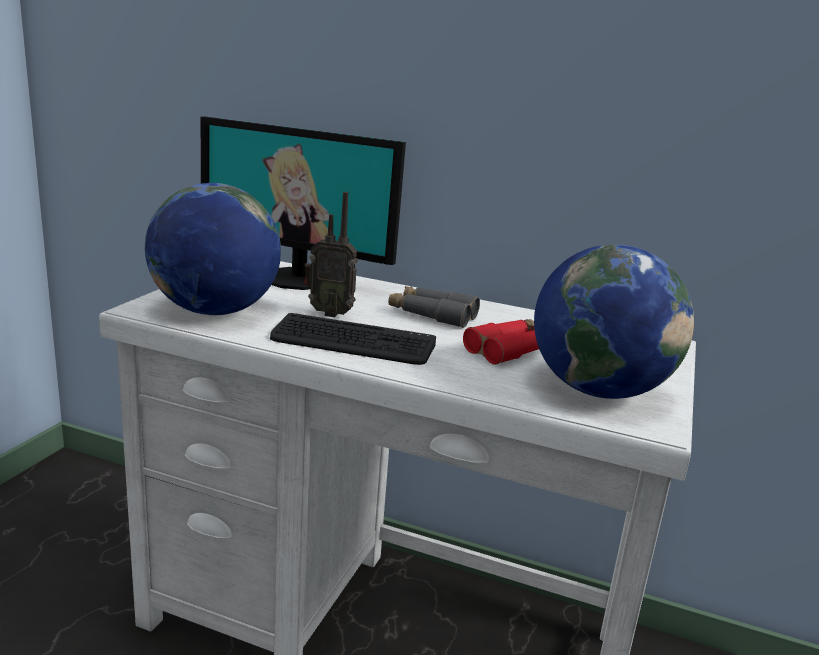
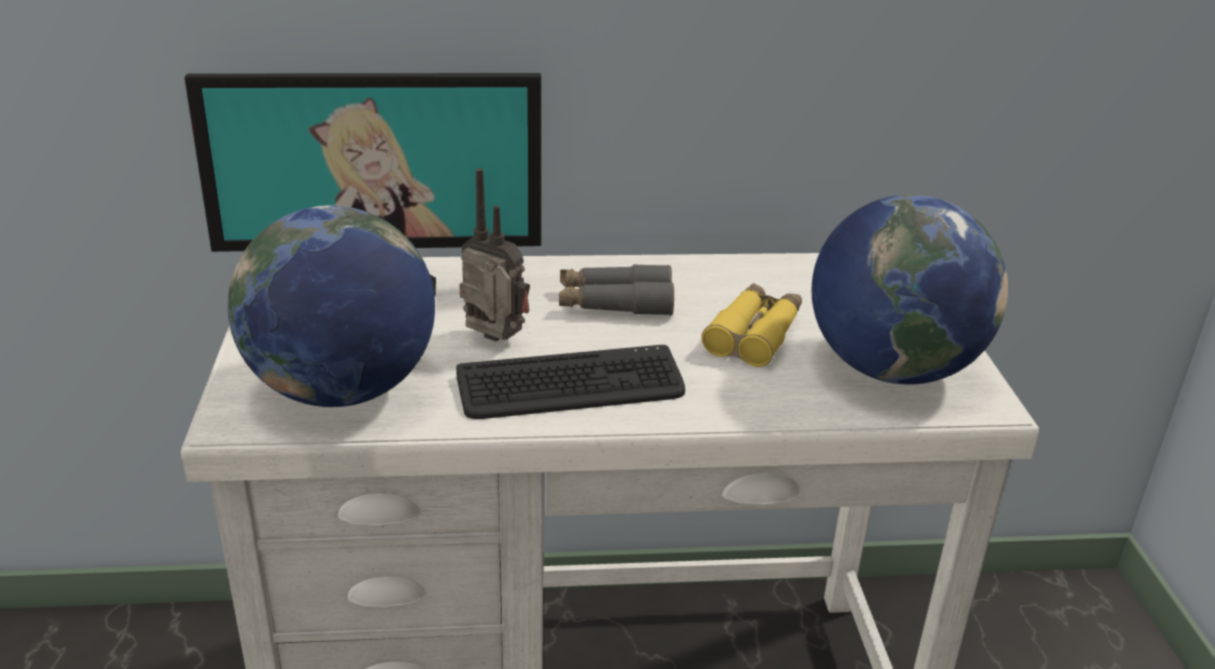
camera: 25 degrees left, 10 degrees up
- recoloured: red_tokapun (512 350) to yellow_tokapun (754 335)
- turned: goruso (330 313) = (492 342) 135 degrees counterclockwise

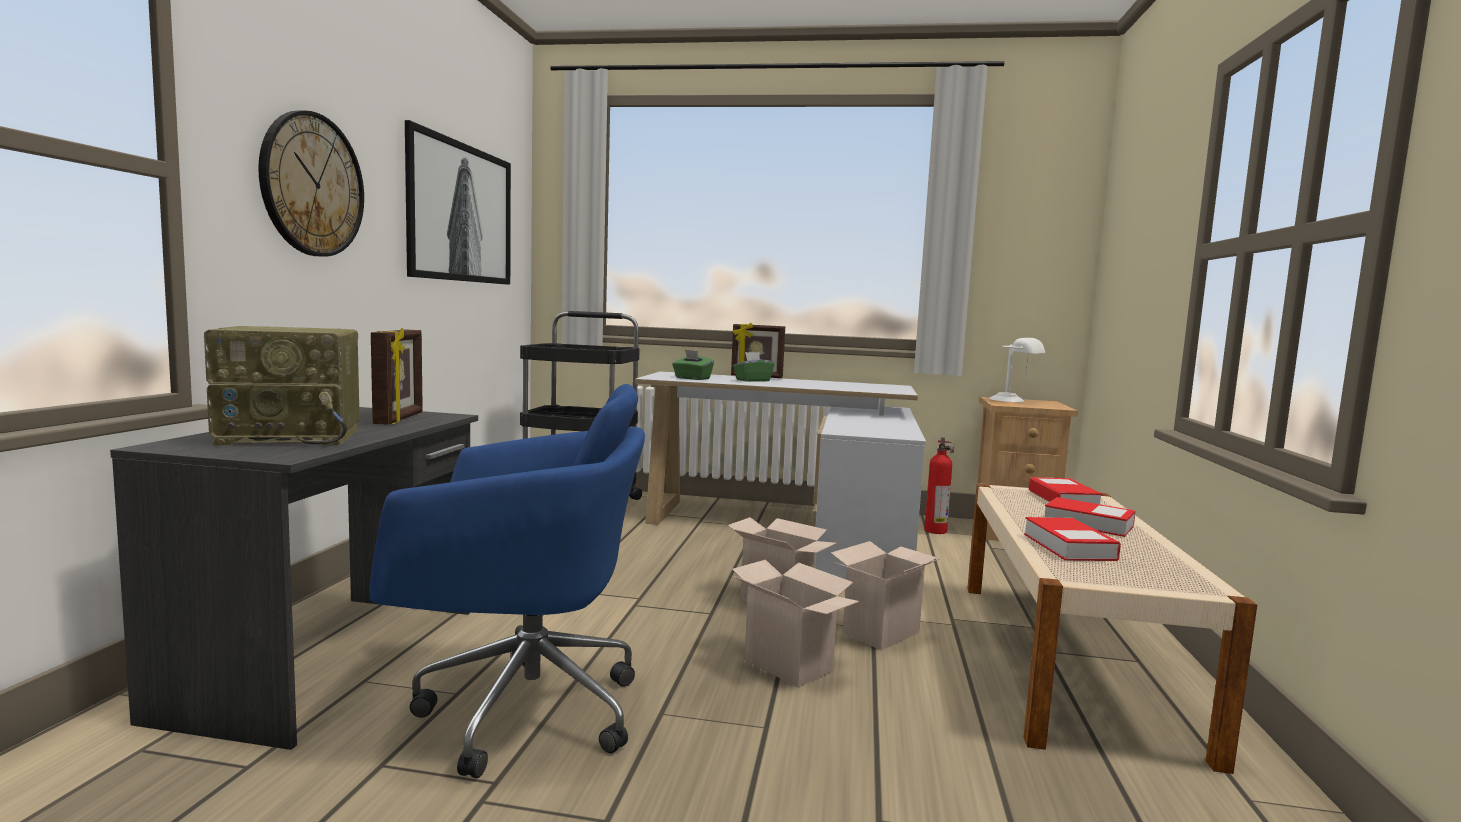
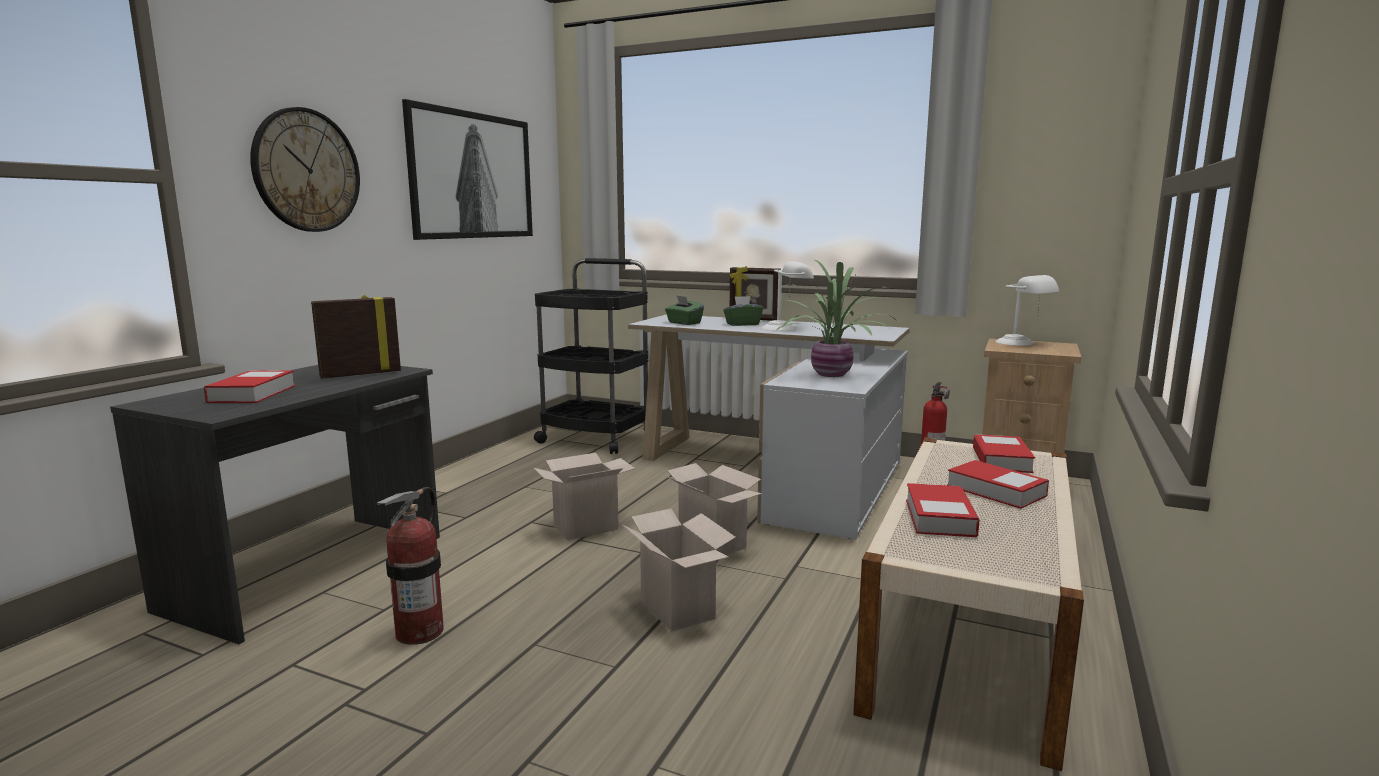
camera: 15 degrees right, 5 degrees up
- added: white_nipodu (785 328)
- added: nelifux (831 375)
- moved: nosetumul (880 632) to (587 527)
- replaced: goruso (294 437) to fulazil (252 394)
- replaced: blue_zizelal (519 713) to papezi (420 632)
- turned: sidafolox (400 419) = (360 374) 135 degrees counterclockwise

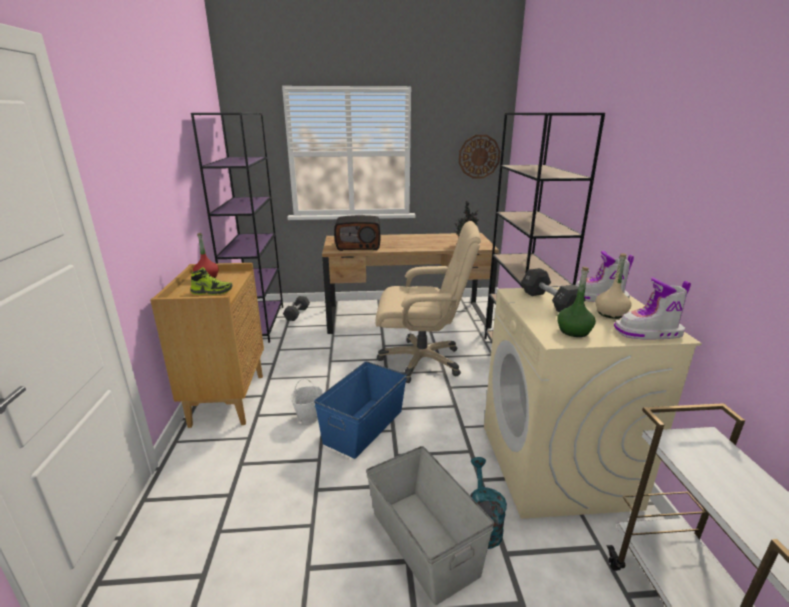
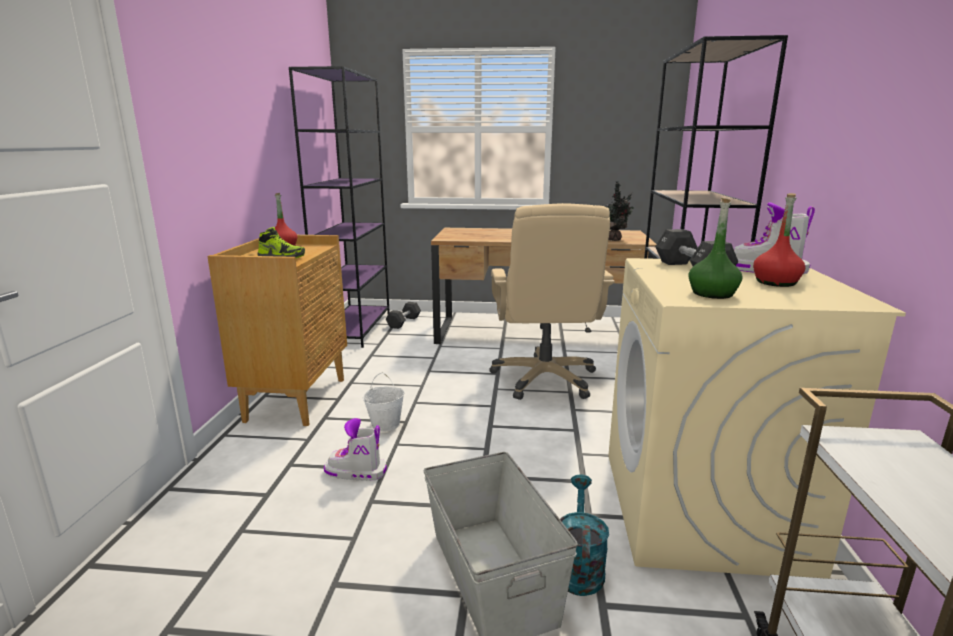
camera: 10 degrees right, 5 degrees down
- removed: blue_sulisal (363 426)
- removed: goruso (358 246)
- removed: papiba (479 156)
- moved: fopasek (648 333) to (355 472)
- recoloured: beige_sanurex (610 313) to red_sanurex (776 282)
- turned: beige_zizelal (422 361) = (545 379) 75 degrees clockwise

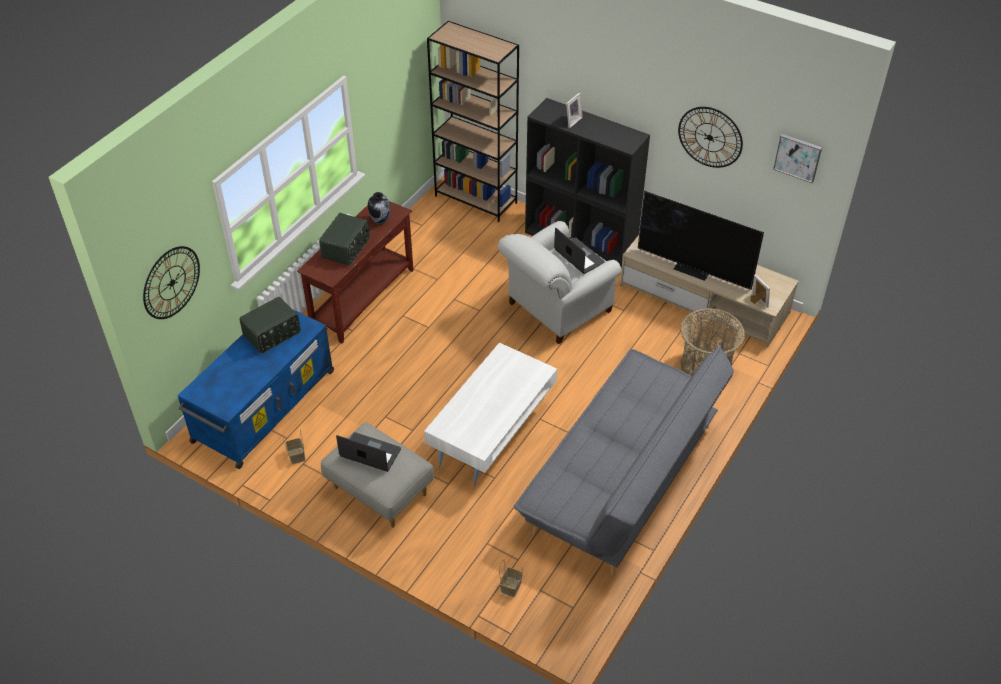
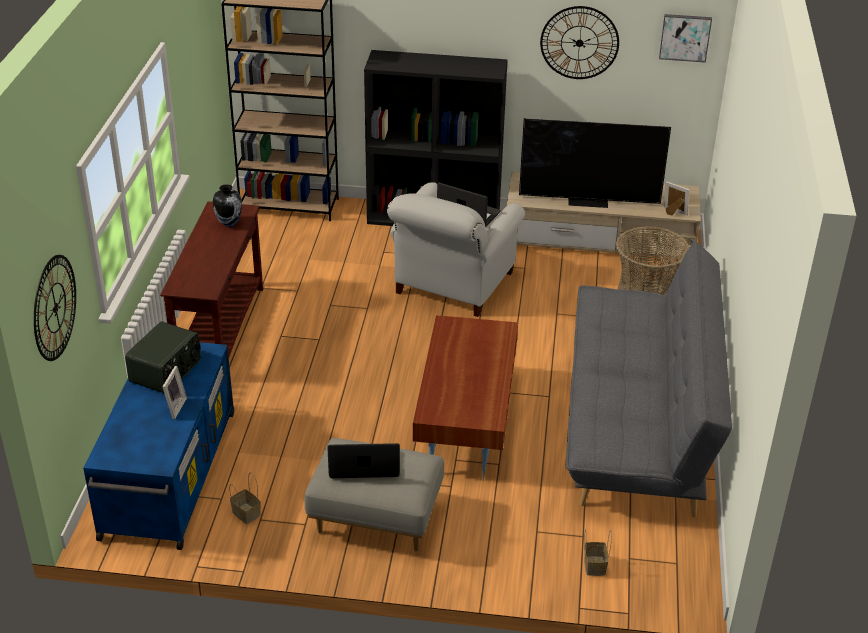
camera: 25 degrees left, 10 degrees down
- removed: goruso (346 248)
- moved: sidafolox (572 121) to (173 407)
- recoloured: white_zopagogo (492 434) to brown_zopagogo (466 422)

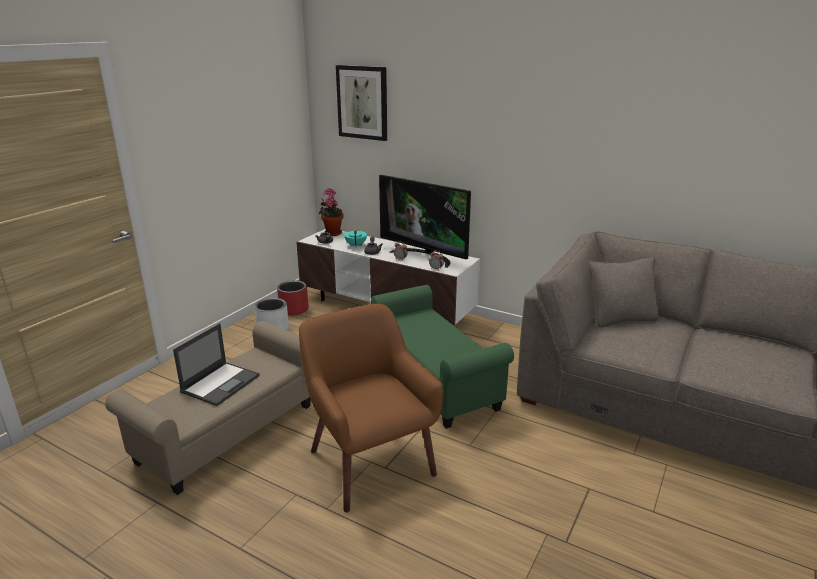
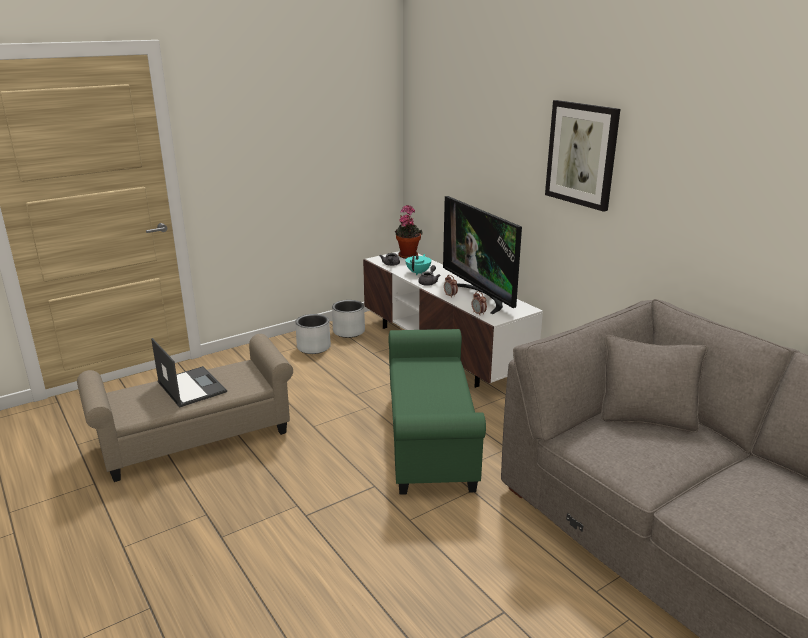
camera: 25 degrees right, 0 degrees up
- removed: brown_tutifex (369 462)
- moved: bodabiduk (362 102) to (582 154)
- recoloured: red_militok (294 309) to grey_militok (349 331)
- turned: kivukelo (221 383) = (191 387) 90 degrees counterclockwise

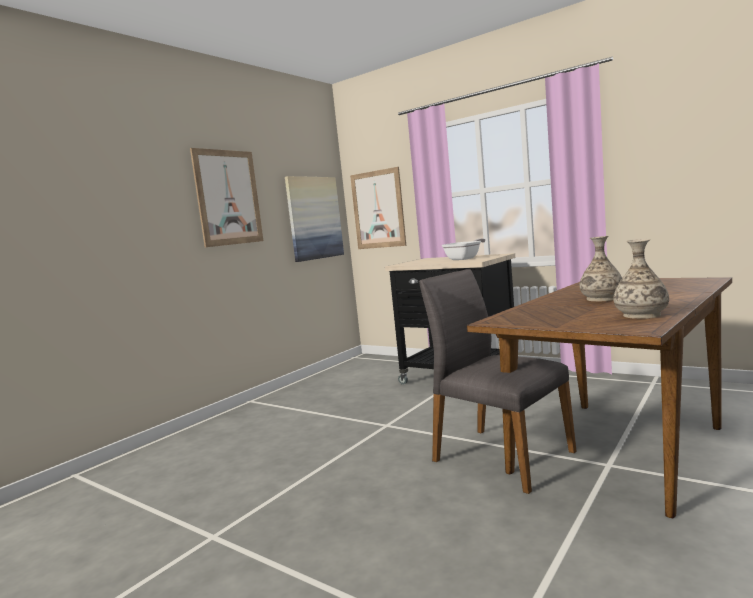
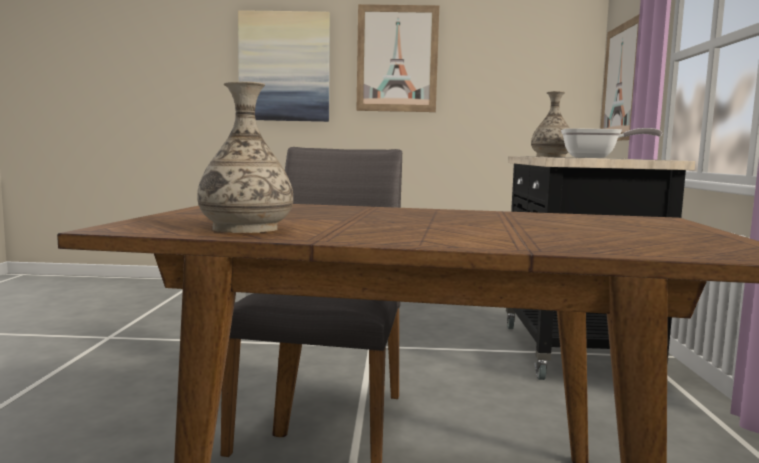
camera: 55 degrees right, 0 degrees up
- moved: bodabiduk (314 218) to (284 67)
- moved: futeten (601 299) to (551 156)

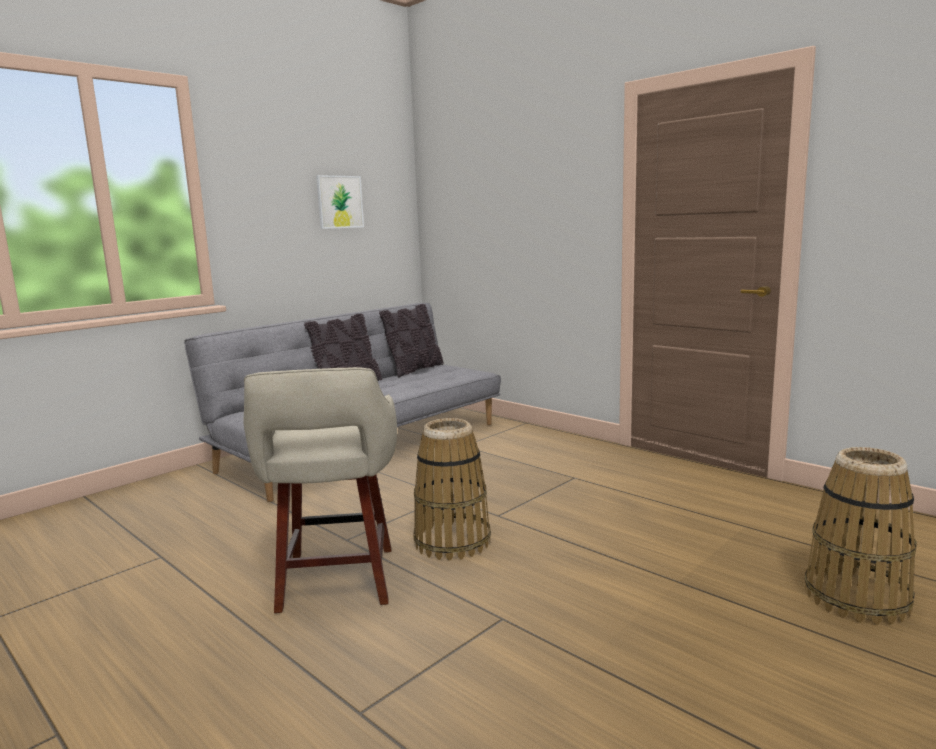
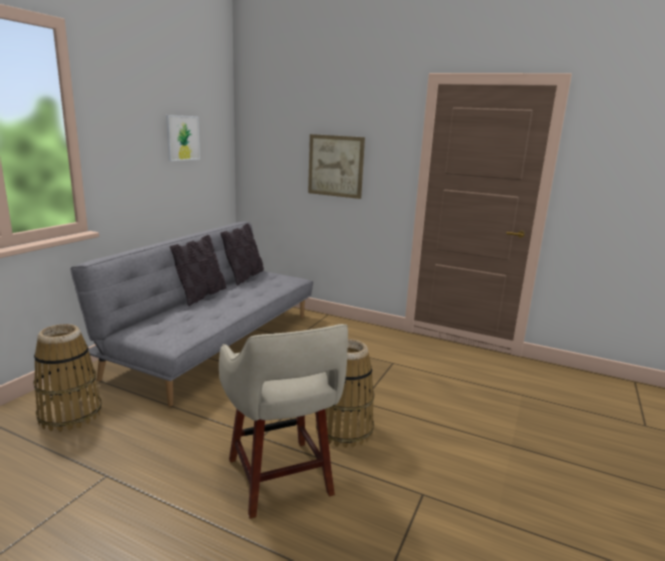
camera: 20 degrees left, 5 degrees up
- added: bodabiduk (335 166)
- moved: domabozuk (857 597) to (70 414)

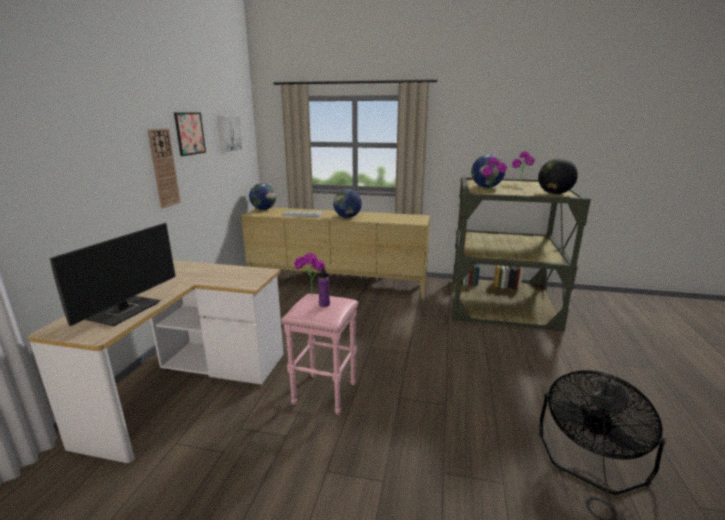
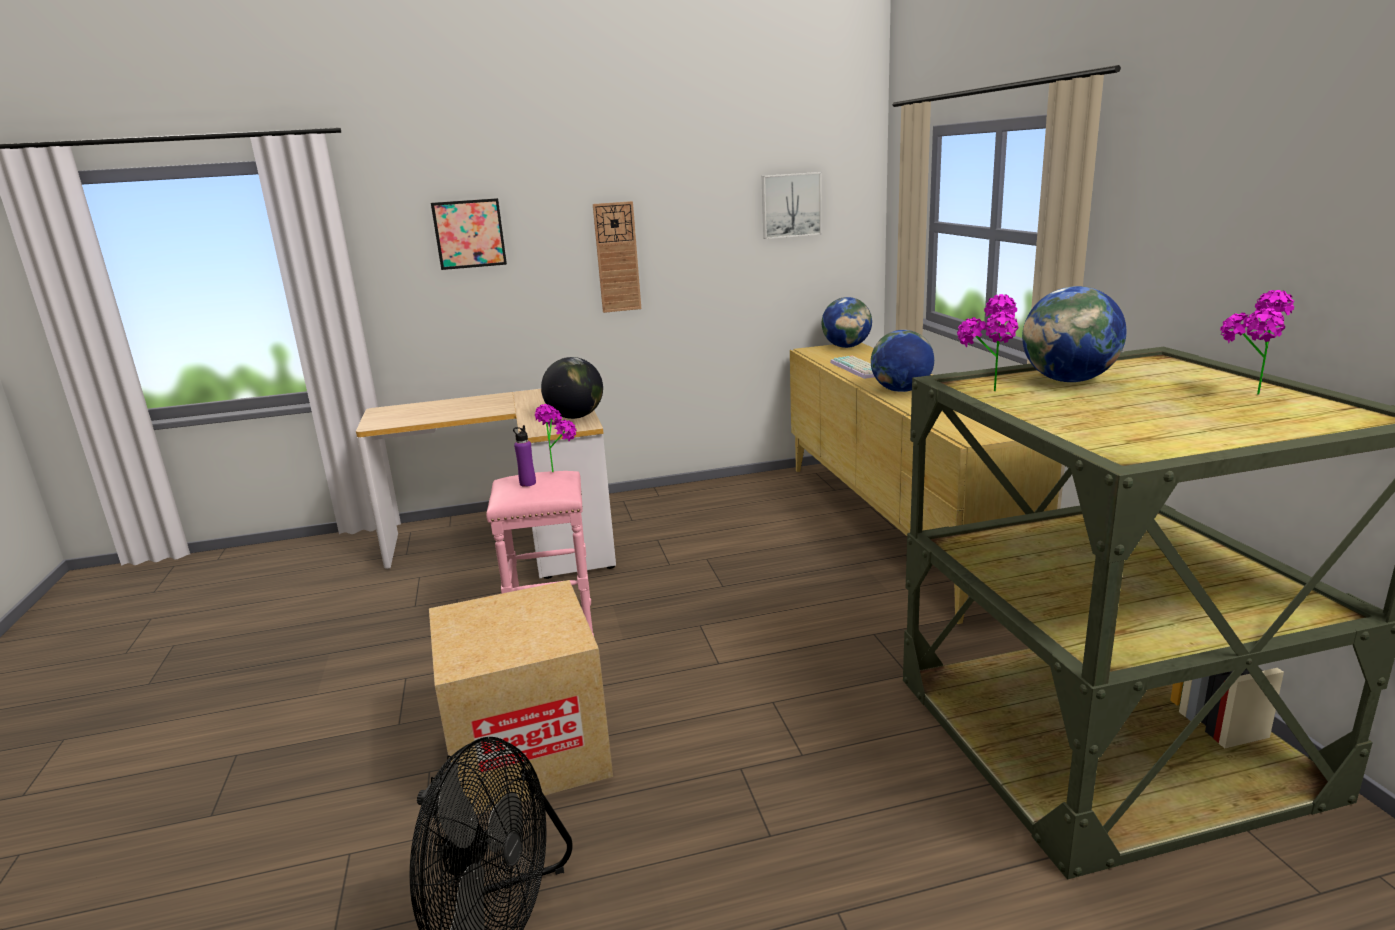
camera: 65 degrees right, 0 degrees up
- removed: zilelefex (126 310)
- added: nosetumul (528 750)
- moved: bodabiduk (190 133) to (469 234)
- moved: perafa (554 193) to (575 417)

